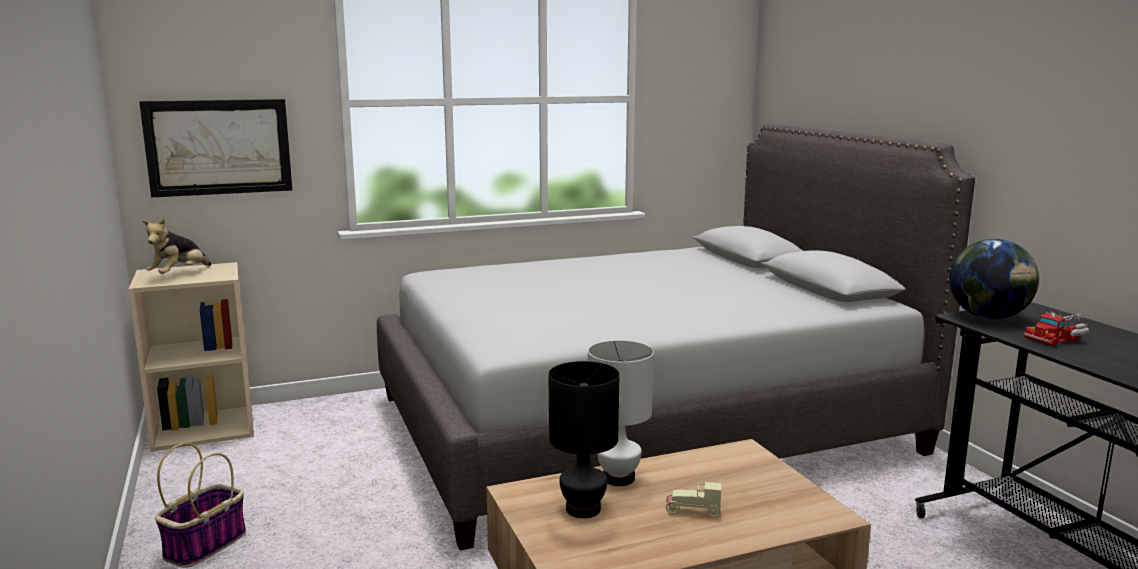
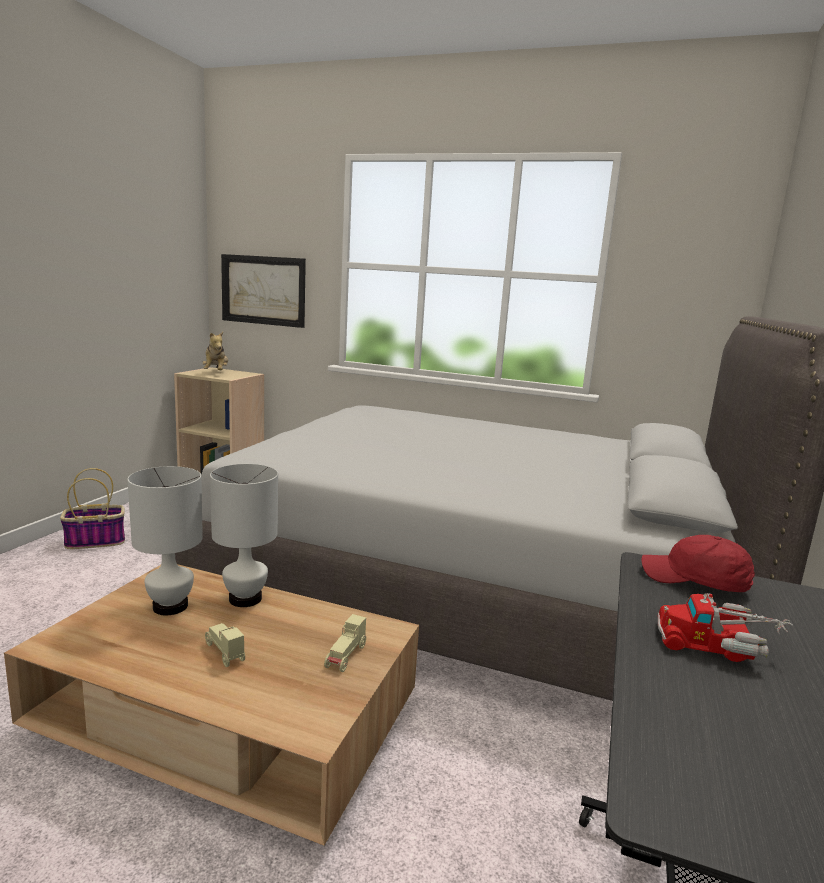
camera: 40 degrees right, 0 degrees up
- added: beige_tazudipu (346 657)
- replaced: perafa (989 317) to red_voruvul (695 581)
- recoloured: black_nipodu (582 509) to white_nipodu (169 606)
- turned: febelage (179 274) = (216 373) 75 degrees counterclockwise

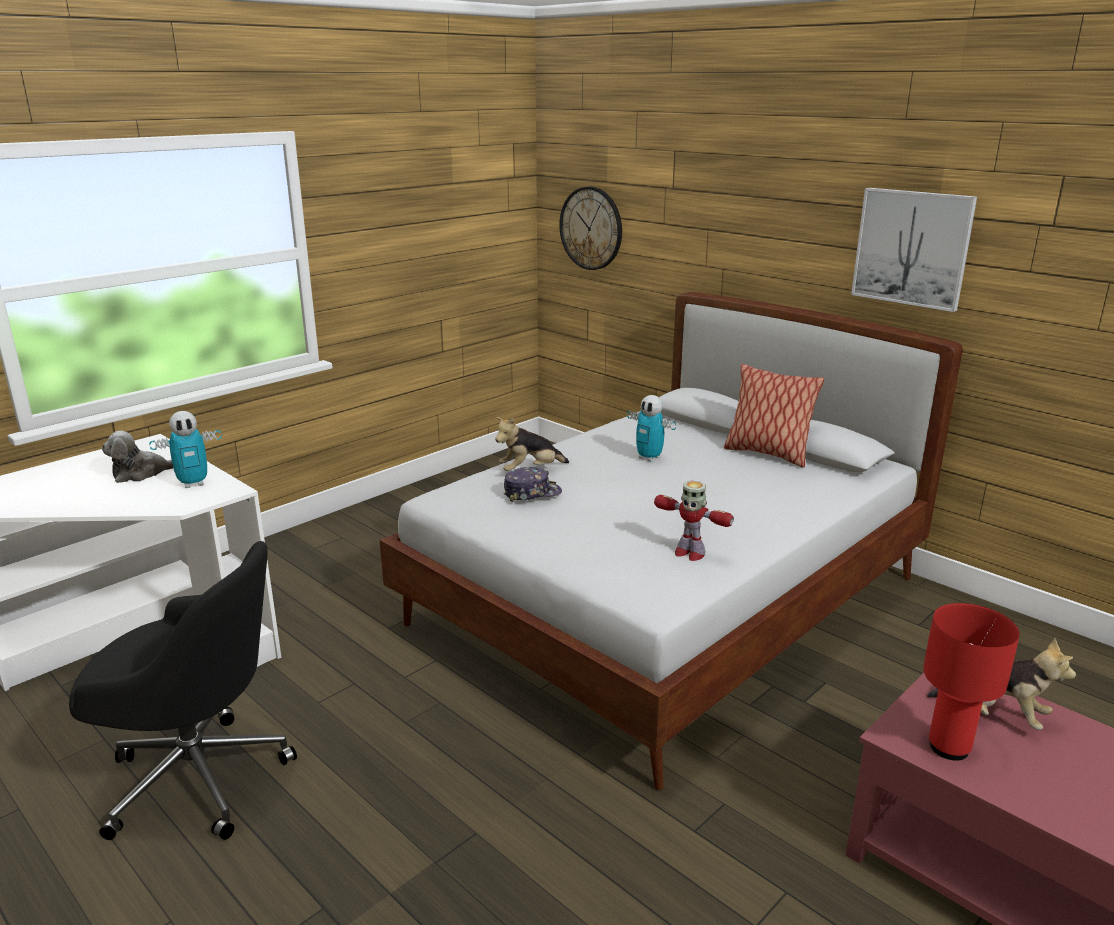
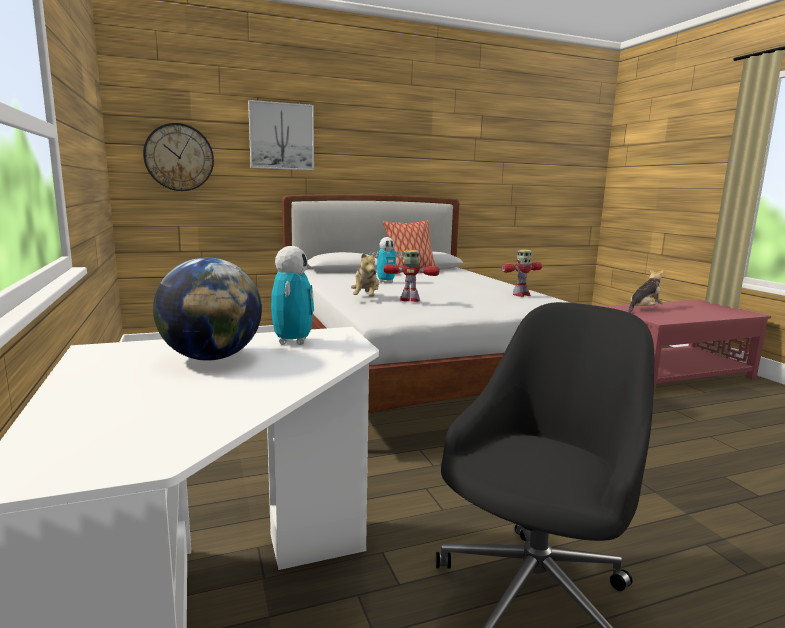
camera: 65 degrees left, 10 degrees down
- removed: red_nipodu (948 747)
- moved: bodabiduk (912 248) to (281 136)
- replaced: febelage (142 473) to perafa (211 358)
- replaced: voruvul (532 493) to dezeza (410 300)

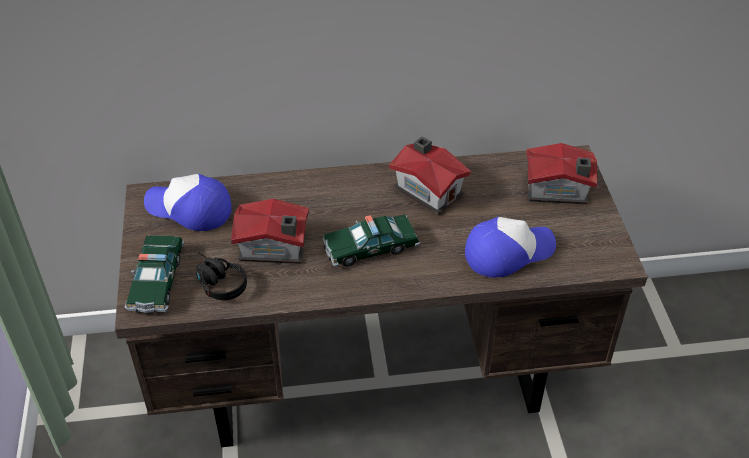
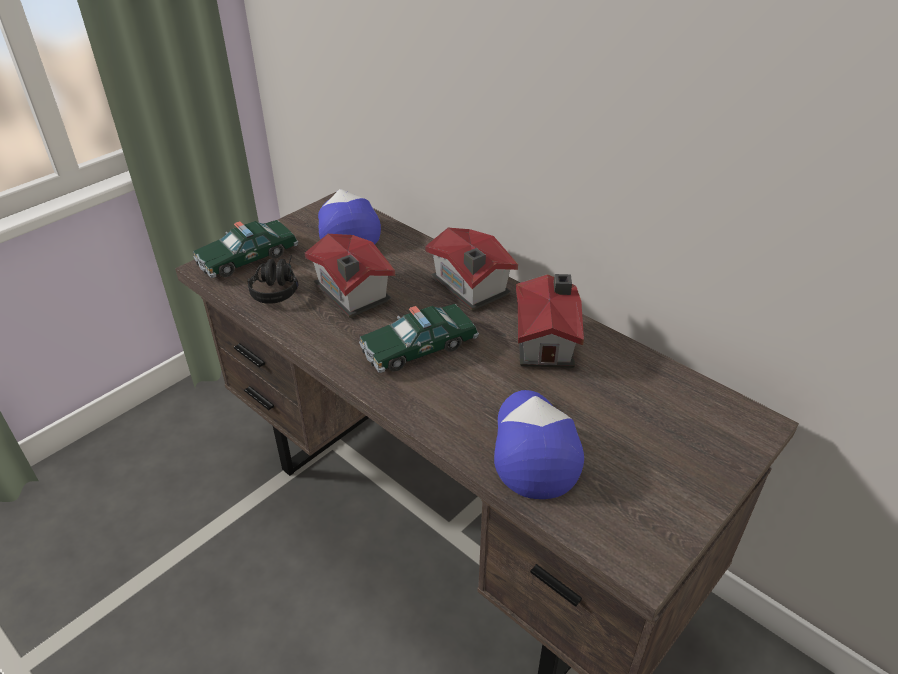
camera: 50 degrees right, 5 degrees down
- moved: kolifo (558 191) to (469 288)
- turned: tazudipu (370 248) = (419 347) 60 degrees counterclockwise
- turned: voruvul (508 252) = (533 448) 120 degrees counterclockwise

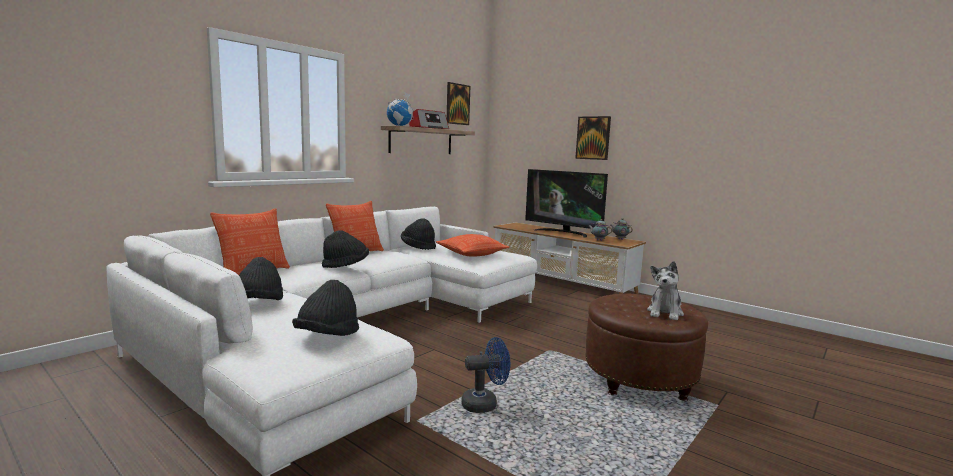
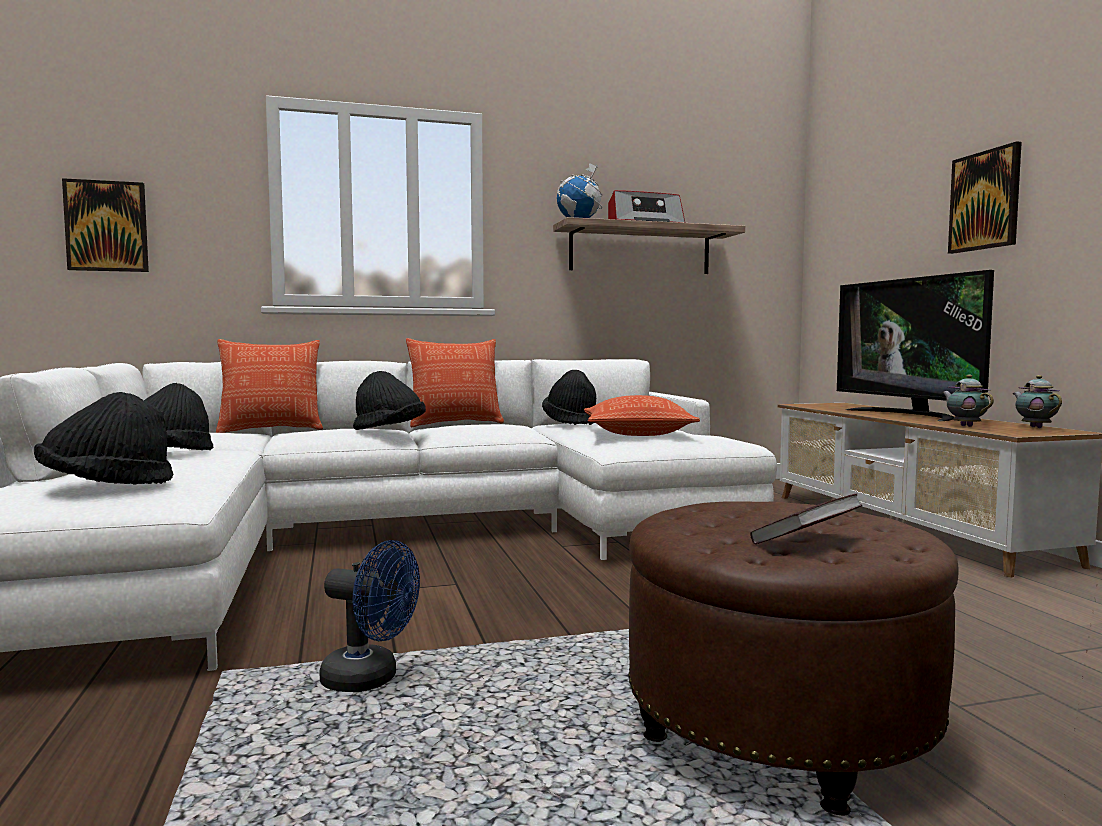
camera: 35 degrees right, 5 degrees down
- moved: bodabiduk (457 104) to (107 226)
- replaced: febelage (665 313) to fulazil (805 541)

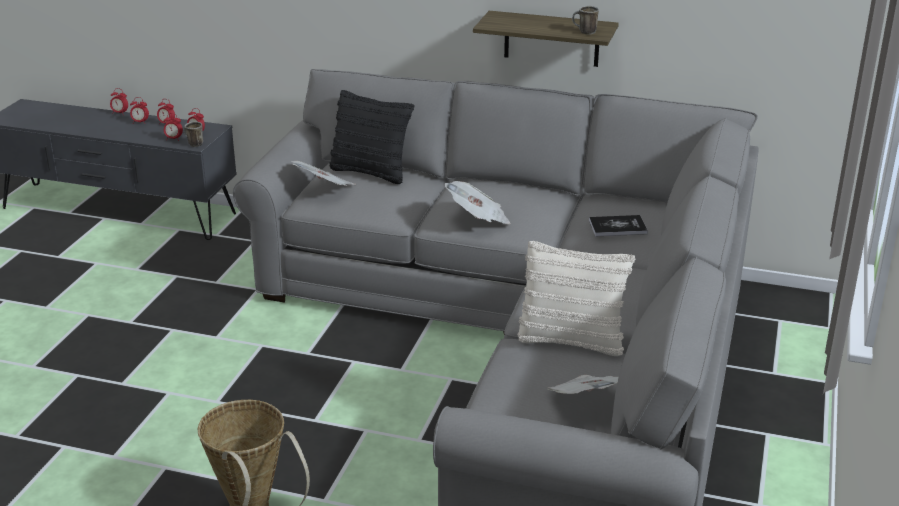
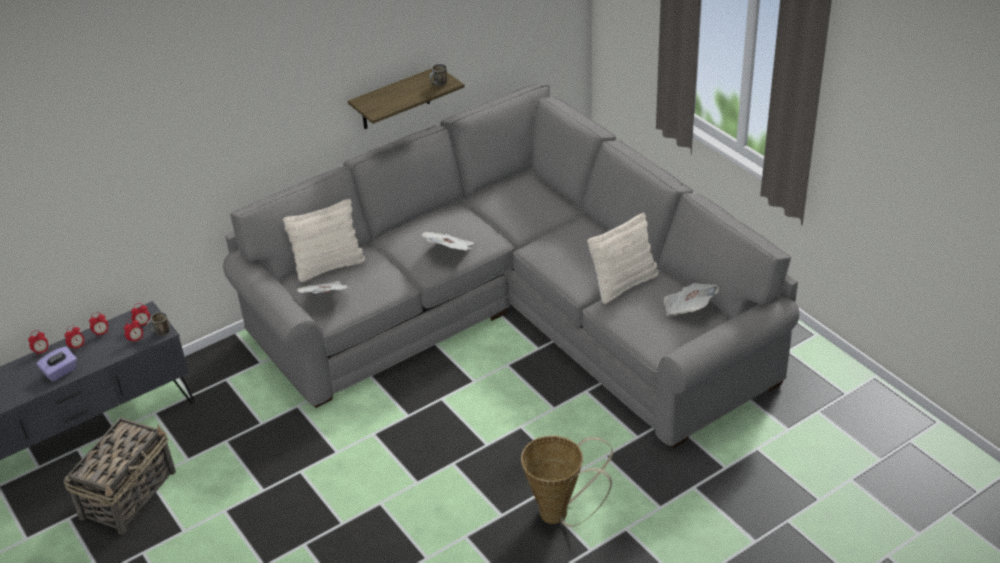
camera: 50 degrees left, 10 degrees up
- removed: fulazil (617 227)
- added: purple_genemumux (60 372)
- added: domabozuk (129 493)
- recoloured: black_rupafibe (372 173) to beige_rupafibe (329 267)

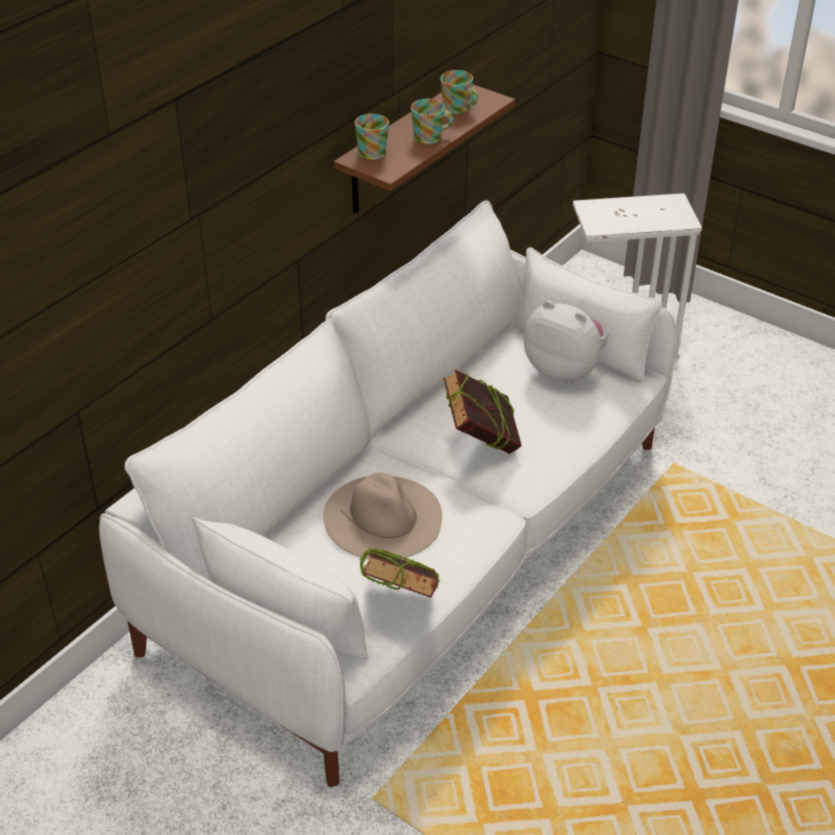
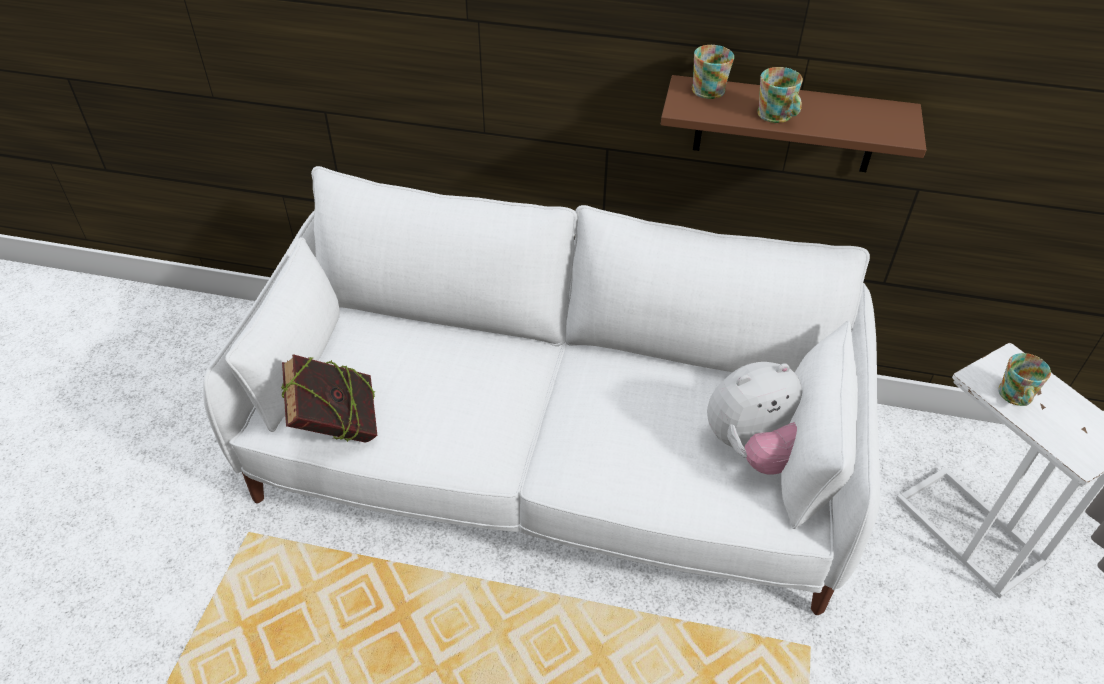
camera: 65 degrees right, 5 degrees up
- removed: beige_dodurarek (383 516)
- removed: fulazil (481 443)
- moved: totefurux (459 109) to (1015 397)
- turned: febelage (565 369) = (753 448) 60 degrees clockwise

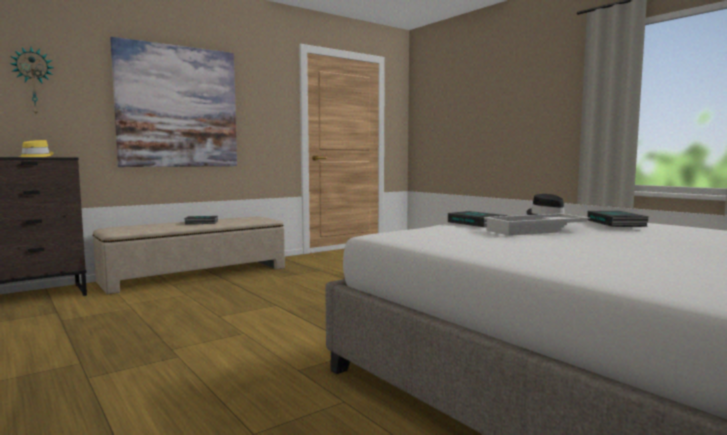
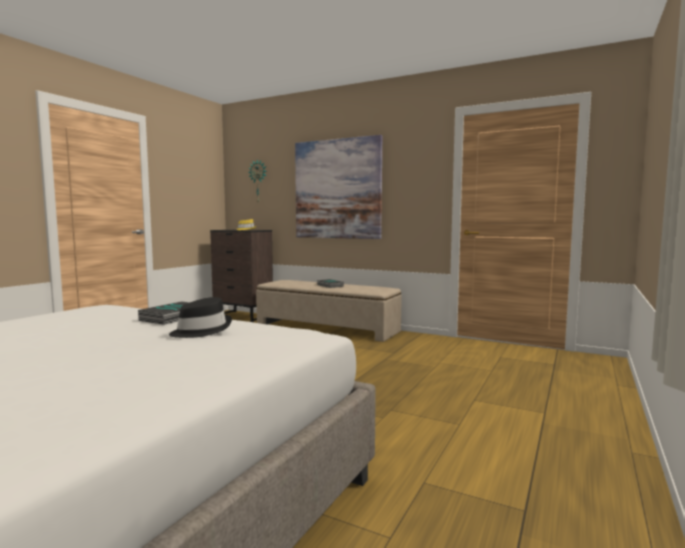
camera: 65 degrees right, 0 degrees up
- removed: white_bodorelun (536 230)
- removed: fulazil (617 223)

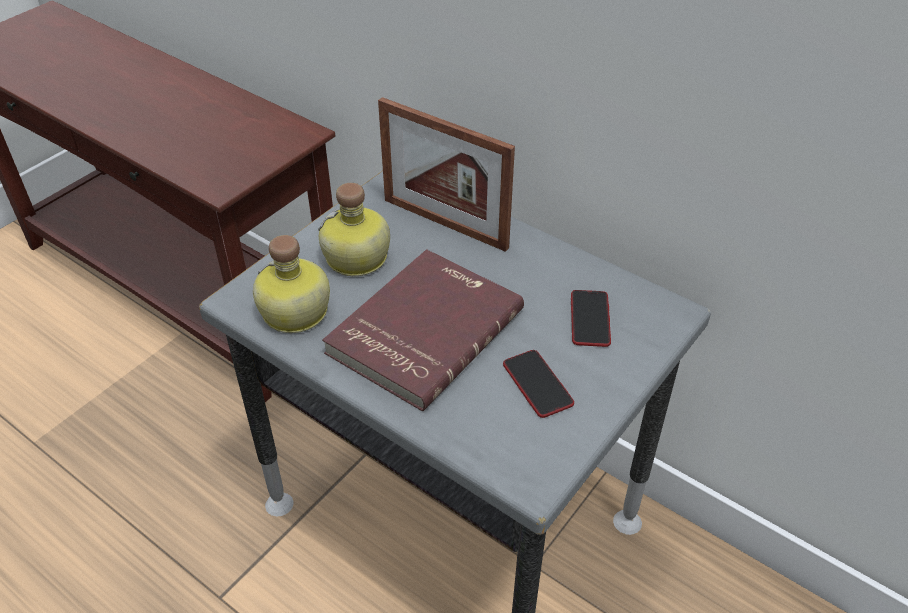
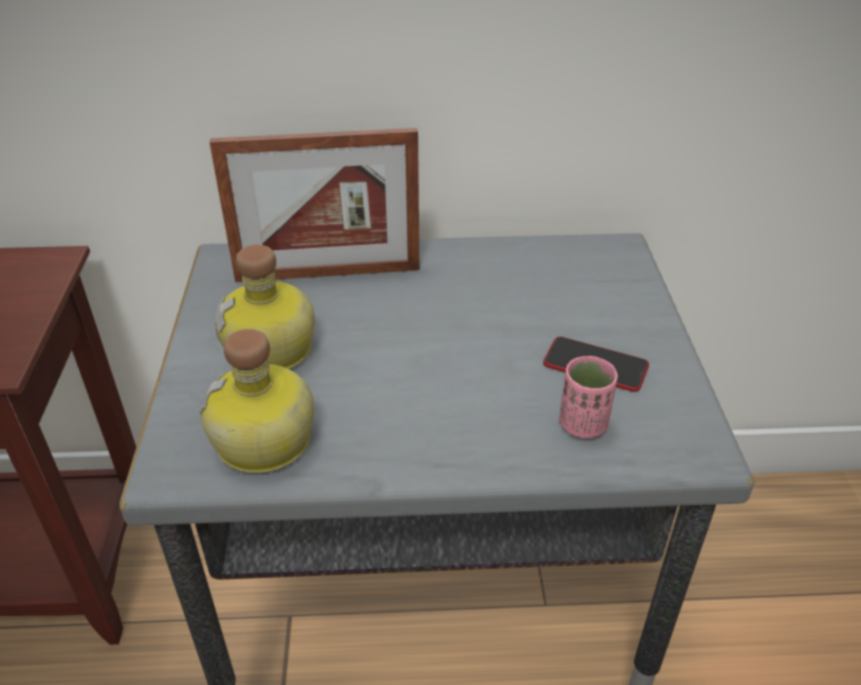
camera: 40 degrees left, 5 degrees down
- removed: red_fulazil (422 330)
- removed: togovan (590 319)
- added: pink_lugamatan (583 424)

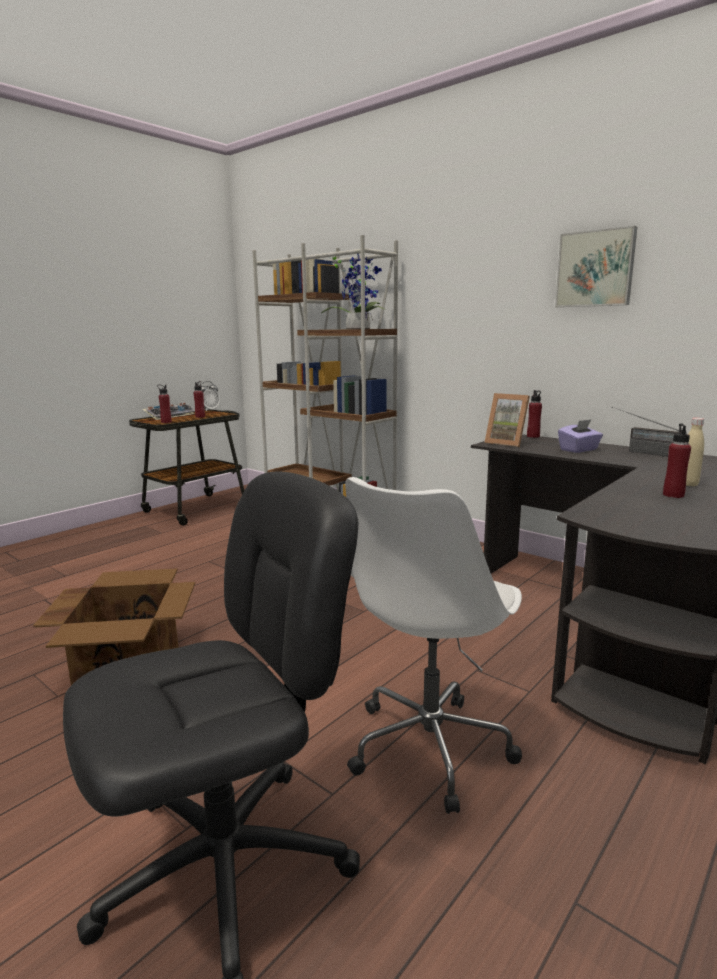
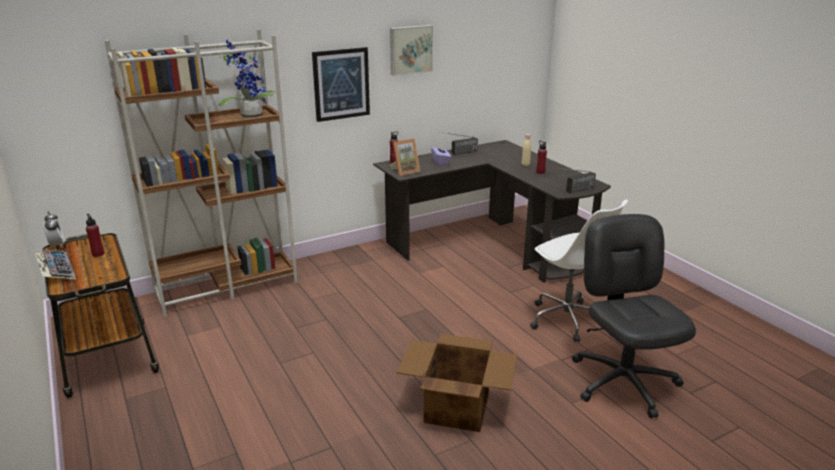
camera: 70 degrees left, 10 degrees up
- removed: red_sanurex (166 422)
- added: bodabiduk (341 84)
- added: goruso (574 191)

